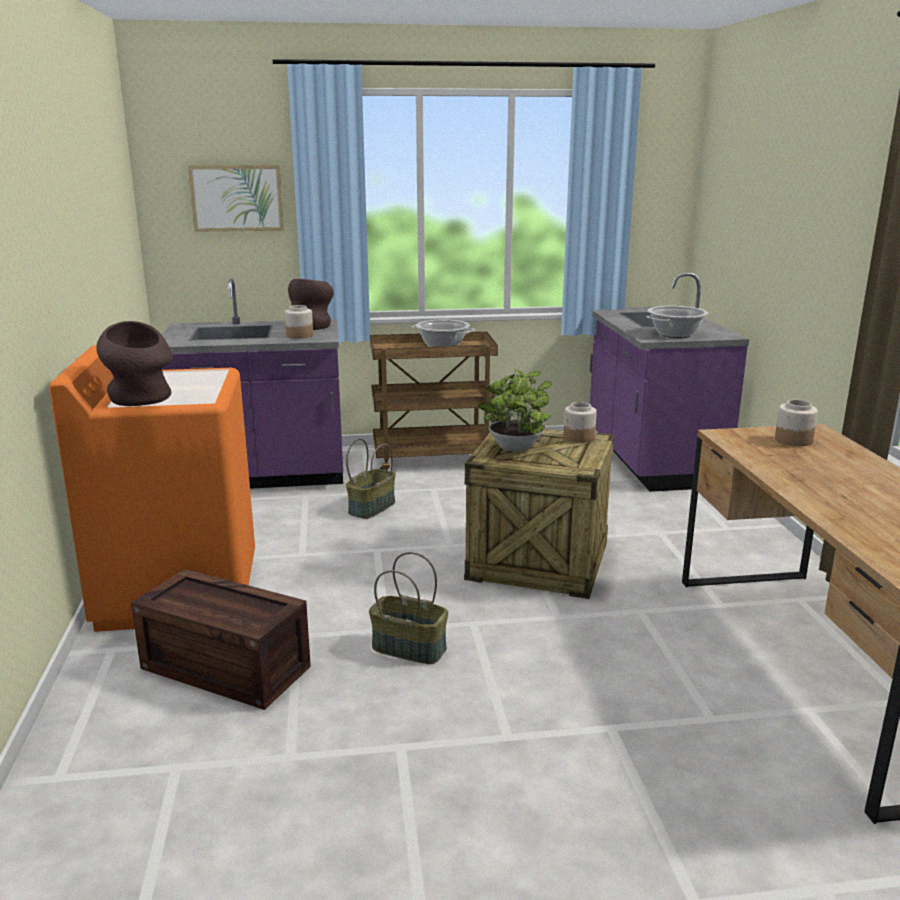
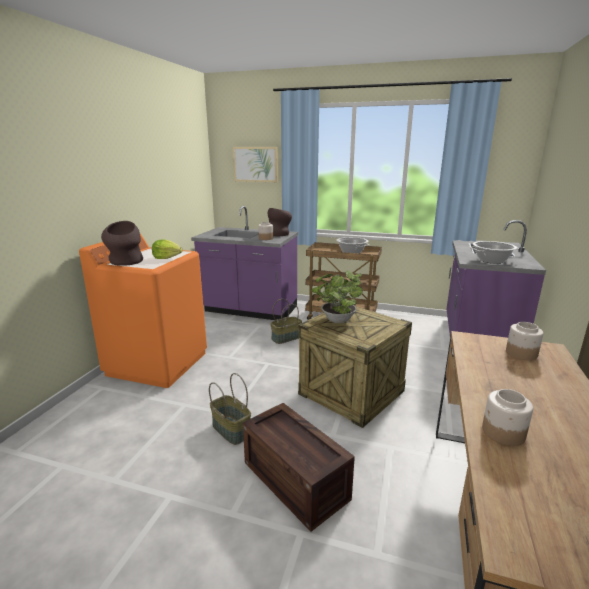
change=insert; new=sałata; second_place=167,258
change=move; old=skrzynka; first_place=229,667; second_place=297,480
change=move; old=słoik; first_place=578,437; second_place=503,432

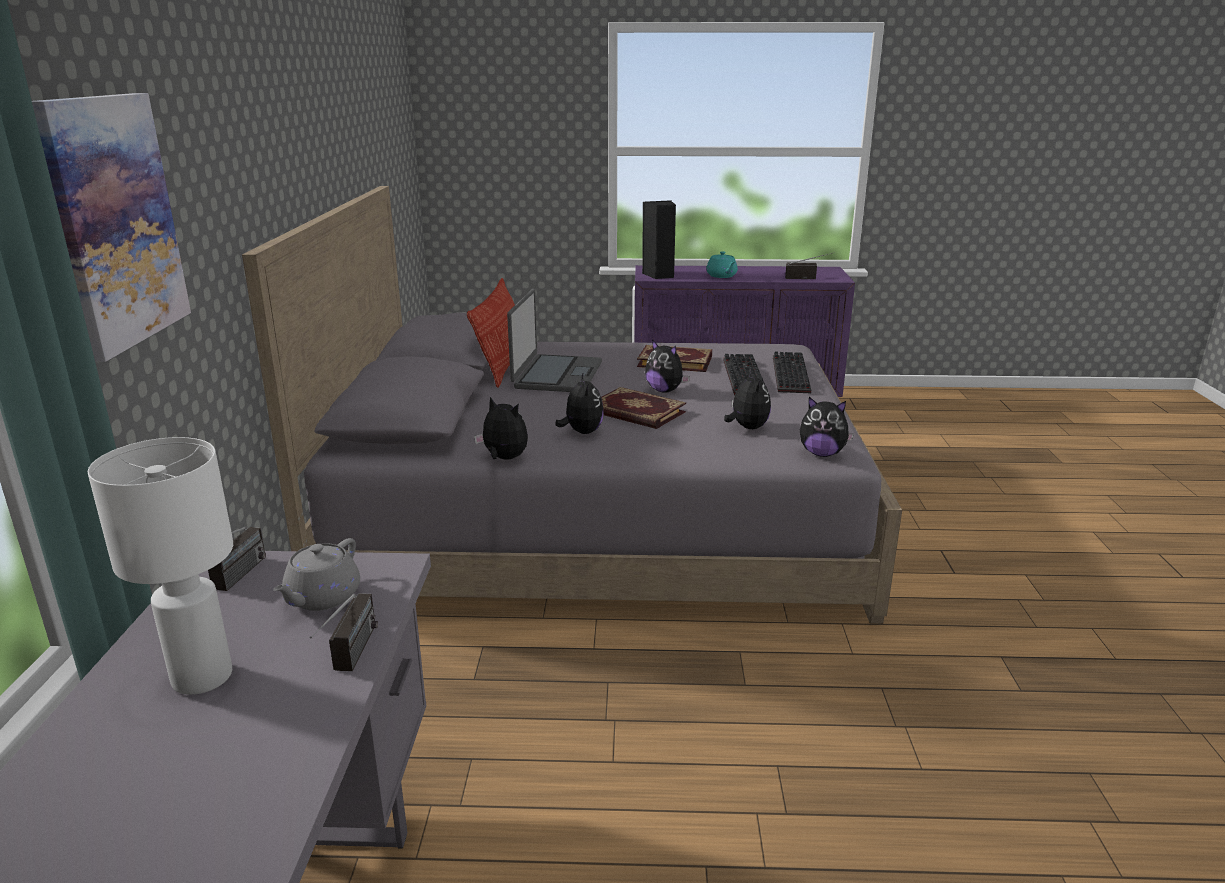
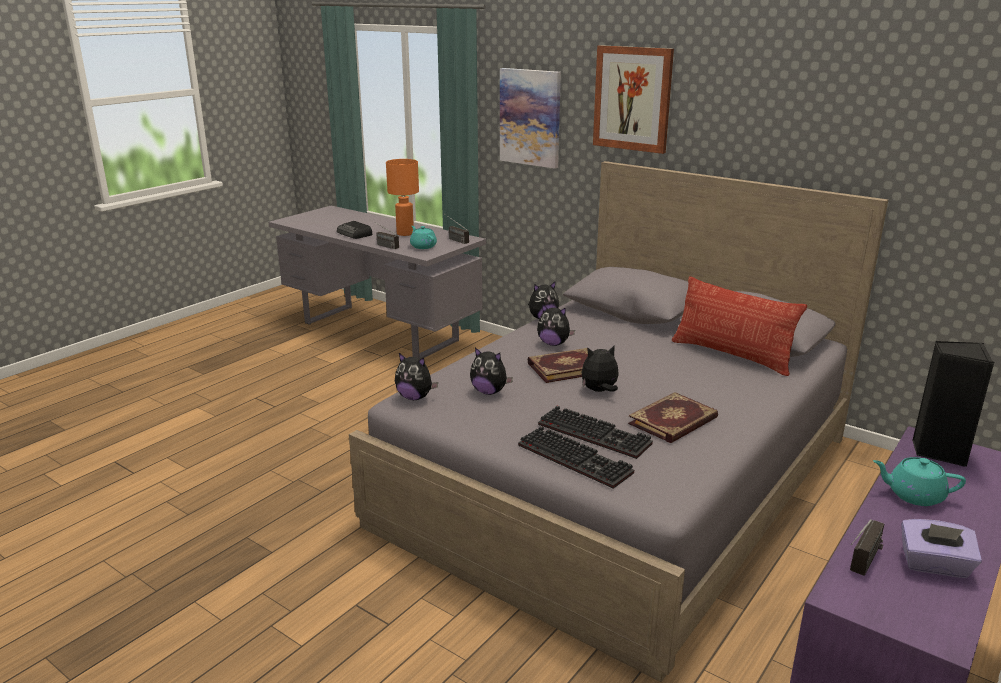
change=delete; old=laptop; first_place=556,375
change=insert; new=radio; second_place=355,234
change=insert; new=obraz; second_place=632,98
change=insert; new=pudełko chusteczek [fioletowy]; second_place=934,565
change=recolor; old=lampa stołowa [biały]; new=lampa stołowa [pomarańczowy]; first_place=204,677; second_place=405,234
change=recolor; old=imbryk [szary]; new=imbryk [turkusowy]; first_place=322,598; second_place=423,246
change=rotate; old=pluszak; first_place=822,453; second_place=415,397; degrees=-120

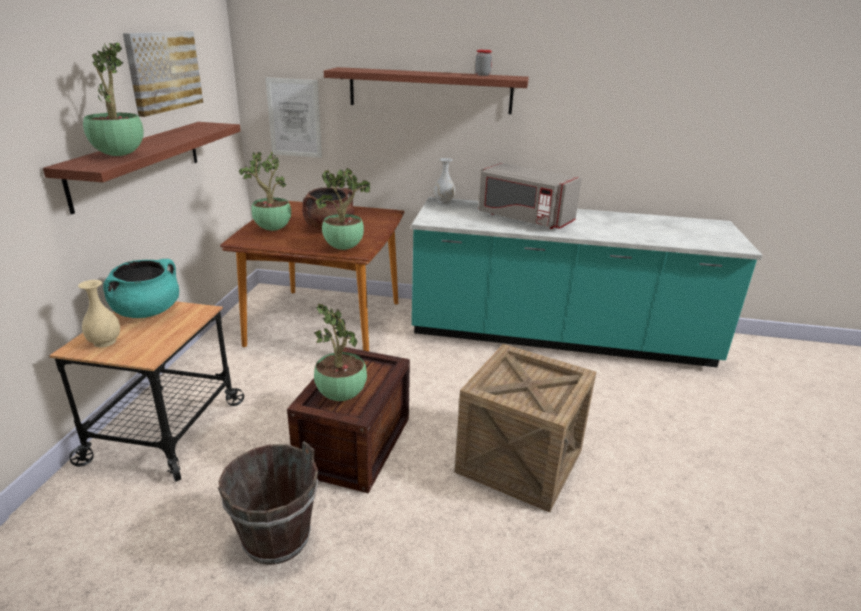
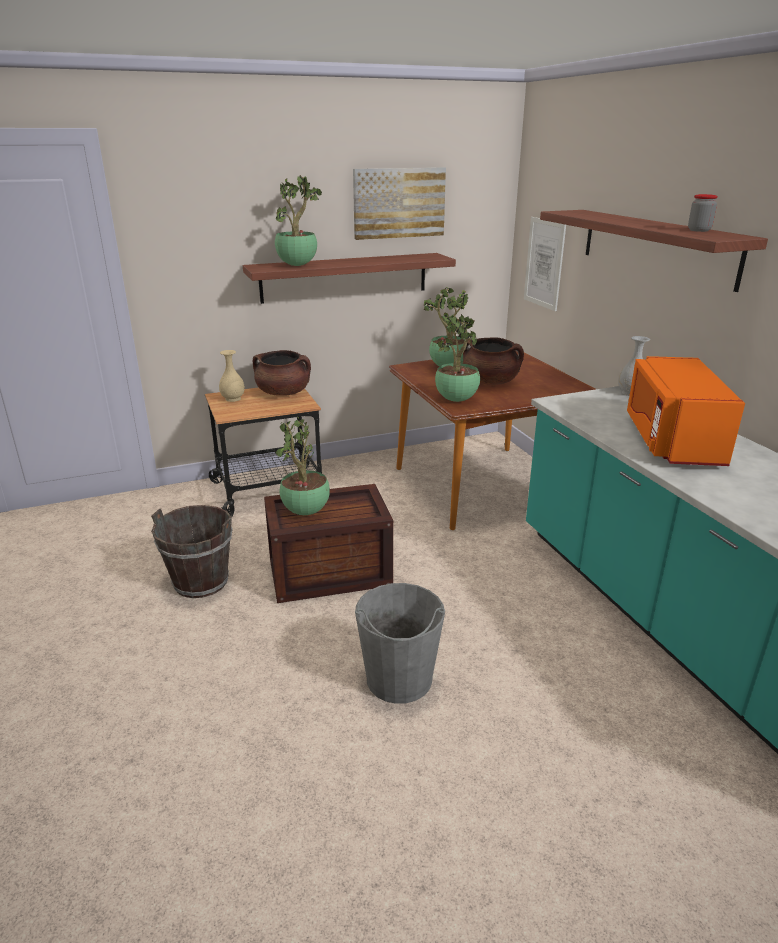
change=replace; old=skrzynka; new=wiadro [szary]; first_place=519,461; second_place=399,679
change=recolor; old=garnek [turkusowy]; new=garnek [brązowy]; first_place=147,312; second_place=283,393
change=recolor; old=mikrofalówka [szary]; new=mikrofalówka [pomarańczowy]; first_place=523,218; second_place=671,440

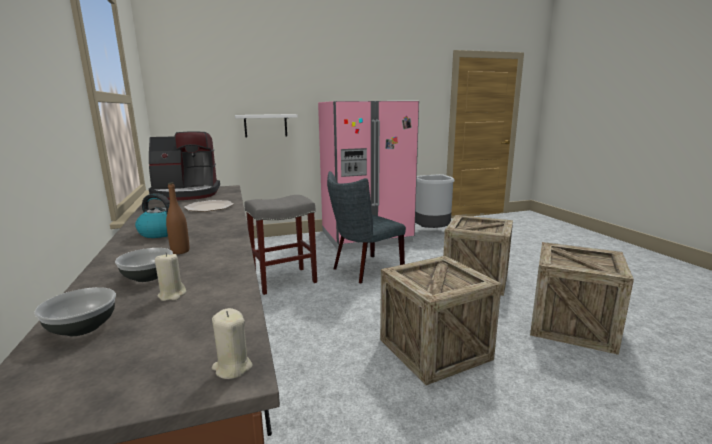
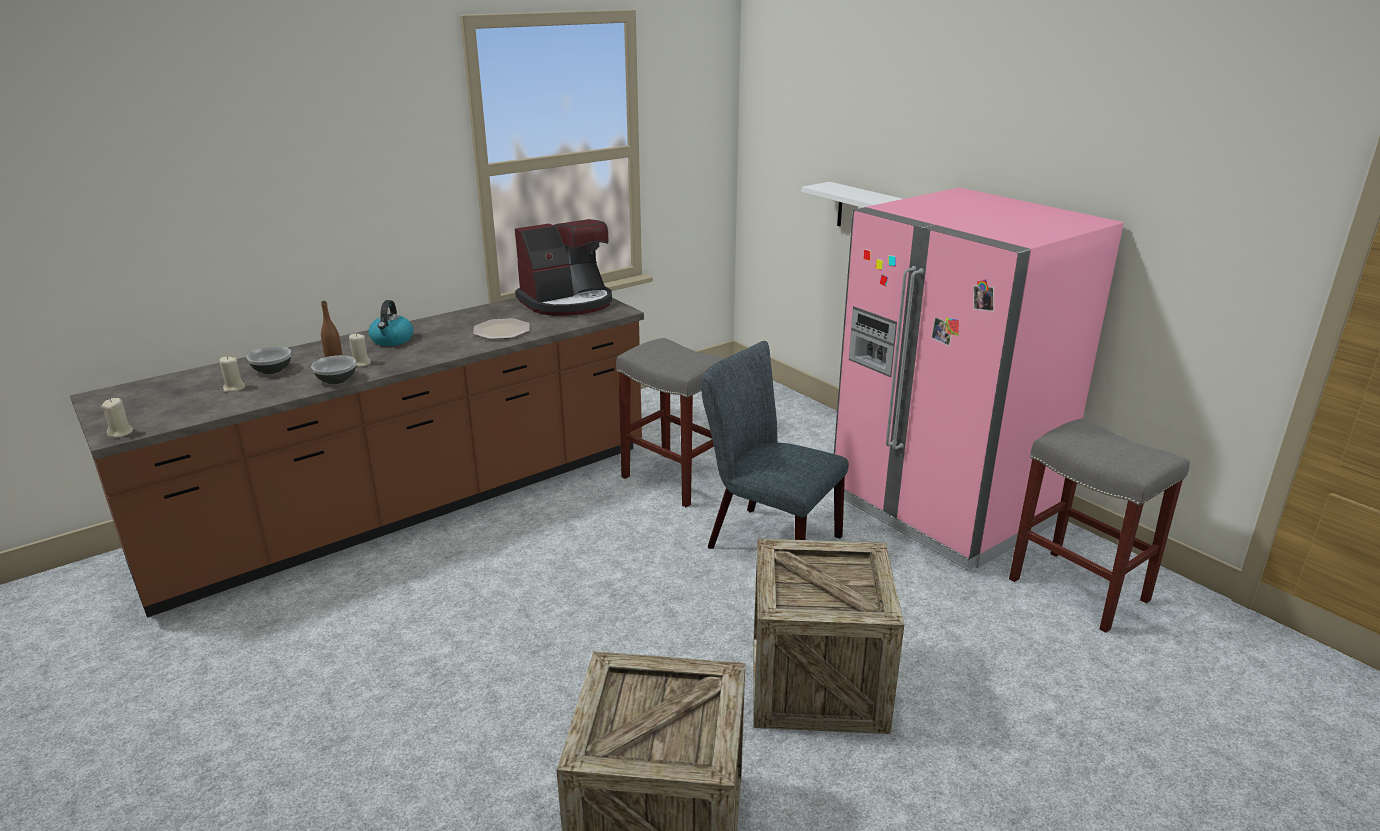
change=delete; old=skrzynka; first_place=434,349
change=insert; new=świeca [beżowy]; second_place=360,363
change=move; old=miska; first_place=81,328; second_place=336,380
change=replace; old=kosz na śmieci [szary]; new=stołek [szary]; first_place=431,232; second_place=1080,590
change=rotate; old=ekspres do kawy; first_place=186,194; second_place=567,302; degrees=-90

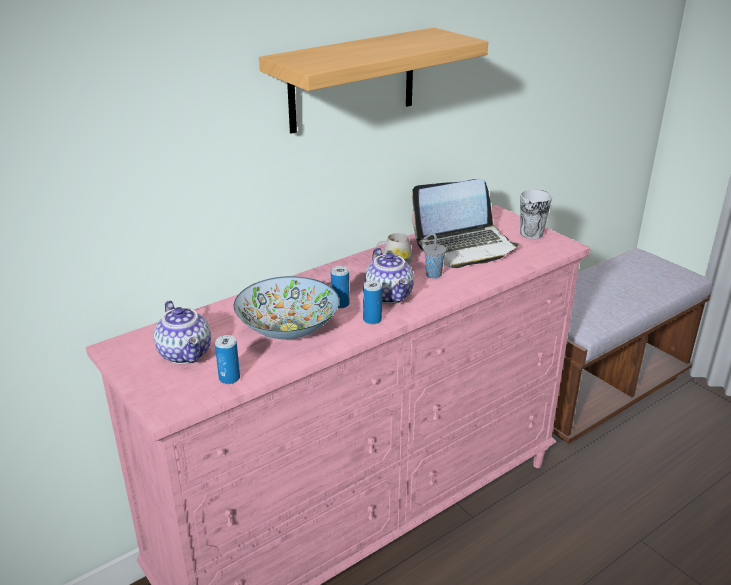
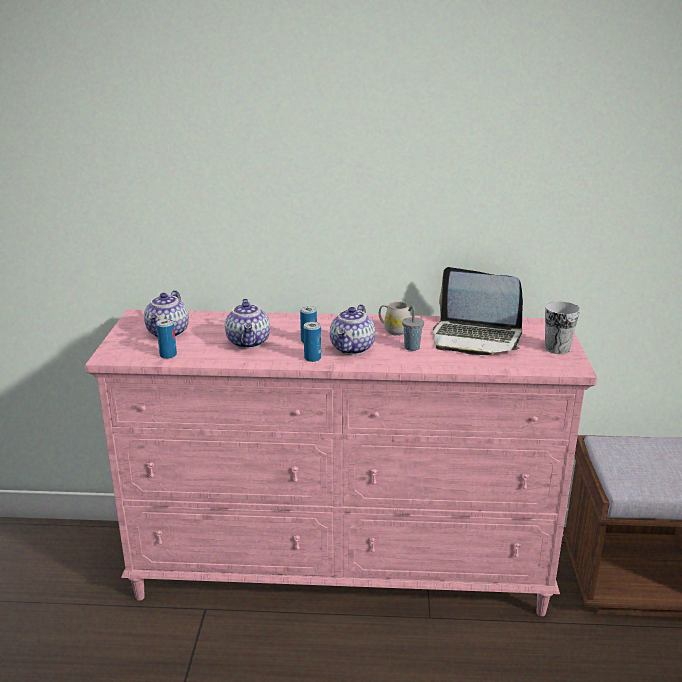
change=delete; old=półka; first_place=352,80
change=replace; old=miska; new=imbryk; first_place=288,329; second_place=249,342

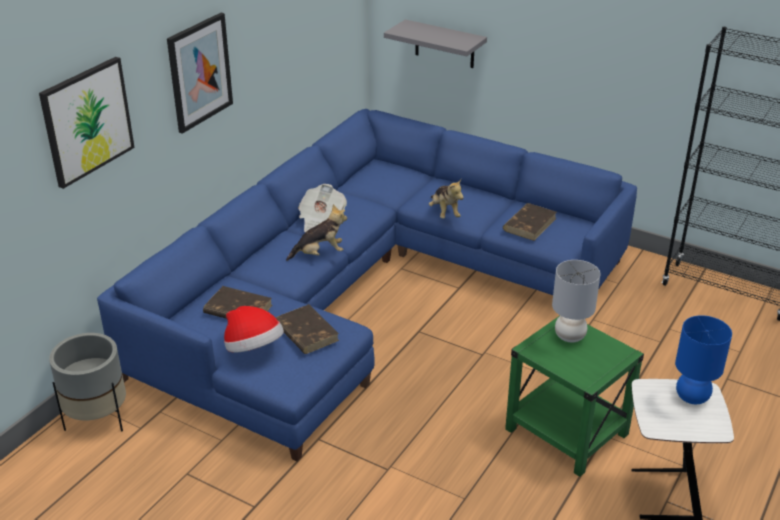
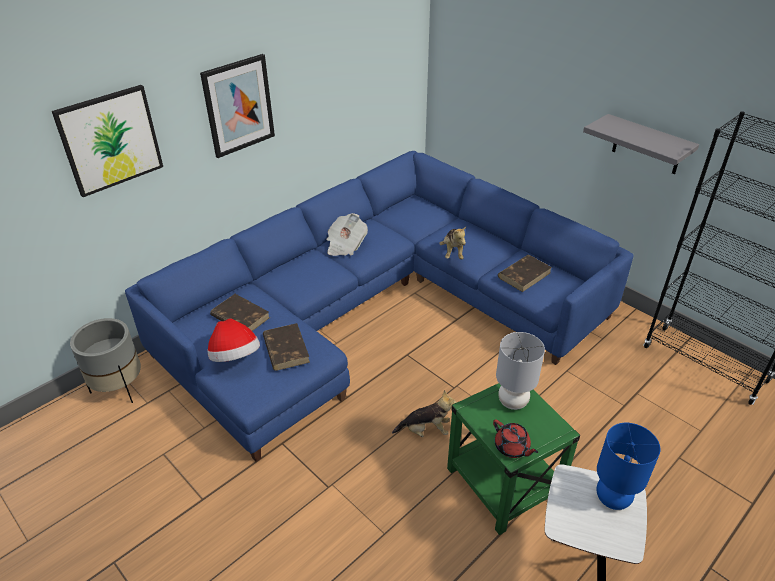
change=insert; new=imbryk [czerwony]; second_place=512,447
change=move; old=pluszak; first_place=319,254; second_place=425,430
change=move; old=półka [szary]; first_place=444,44; second_place=647,145

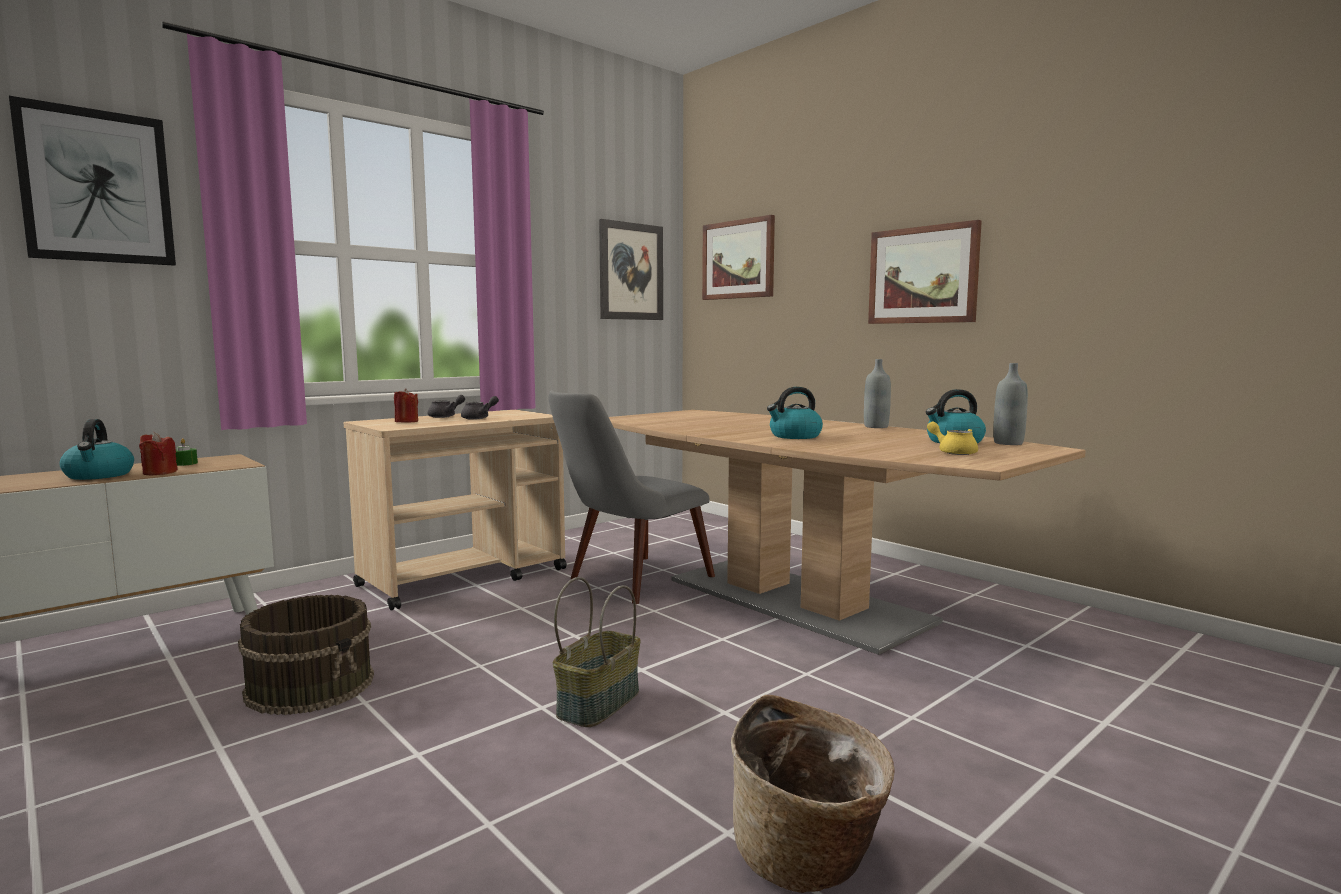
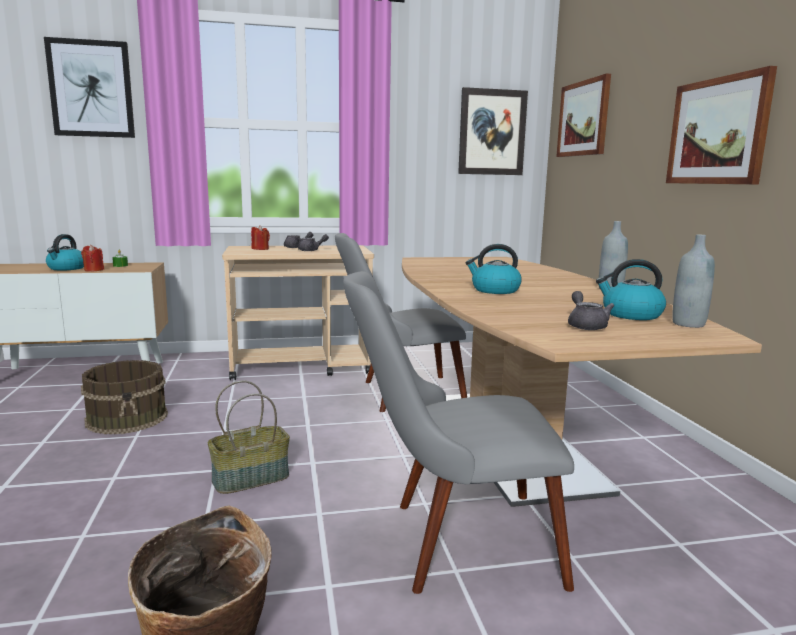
change=insert; new=krzesło [szary]; second_place=451,543
change=recolor; old=imbryk [żółty]; new=imbryk [szary]; first_place=953,452; second_place=586,325

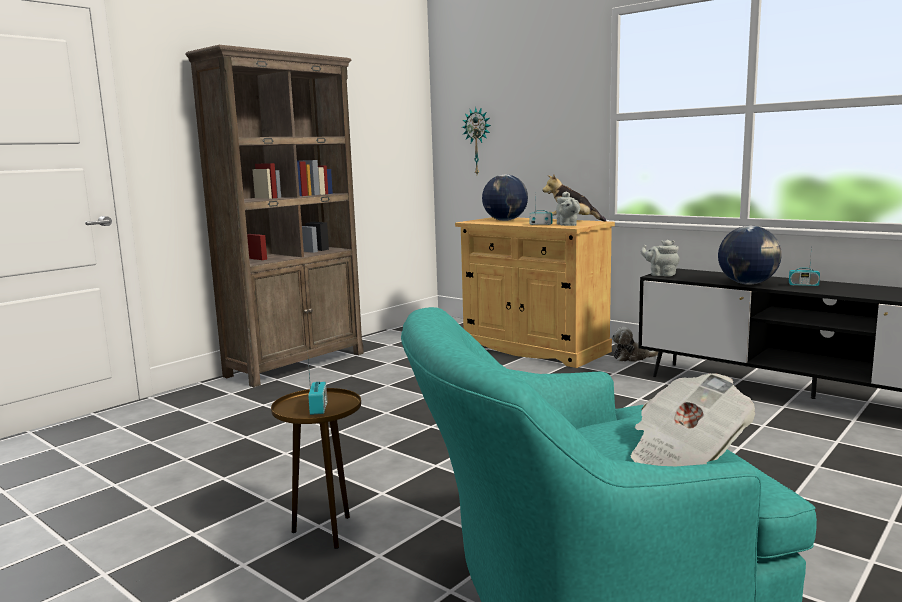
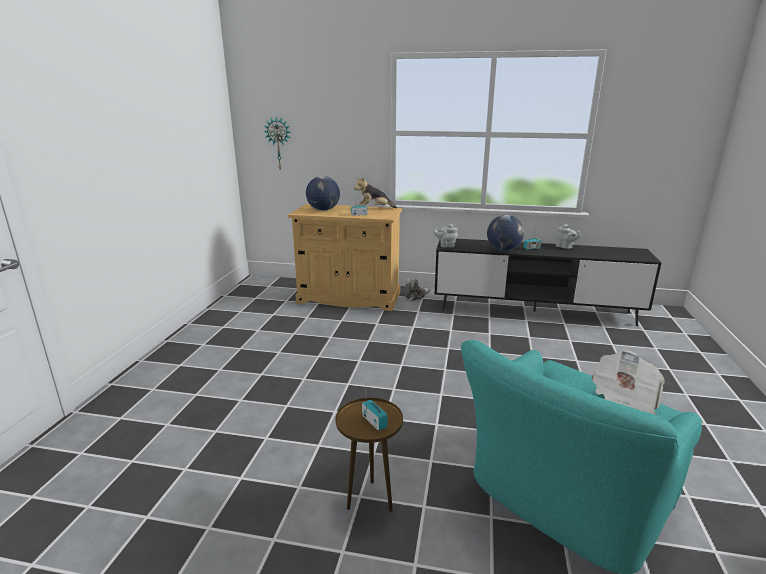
change=delete; old=regał [brązowy]; first_place=297,364
change=move; old=imbryk [szary]; first_place=567,225; second_place=565,247

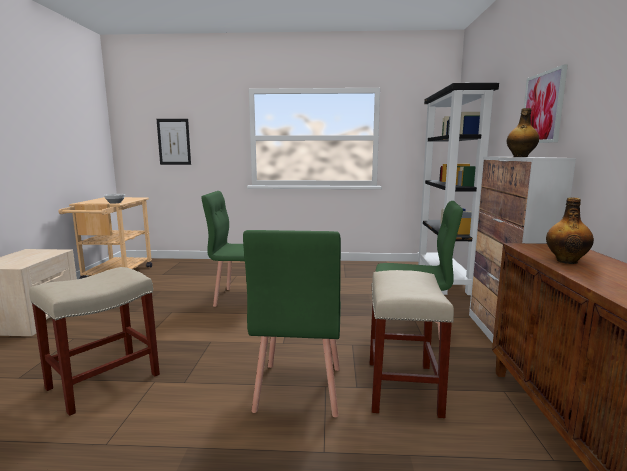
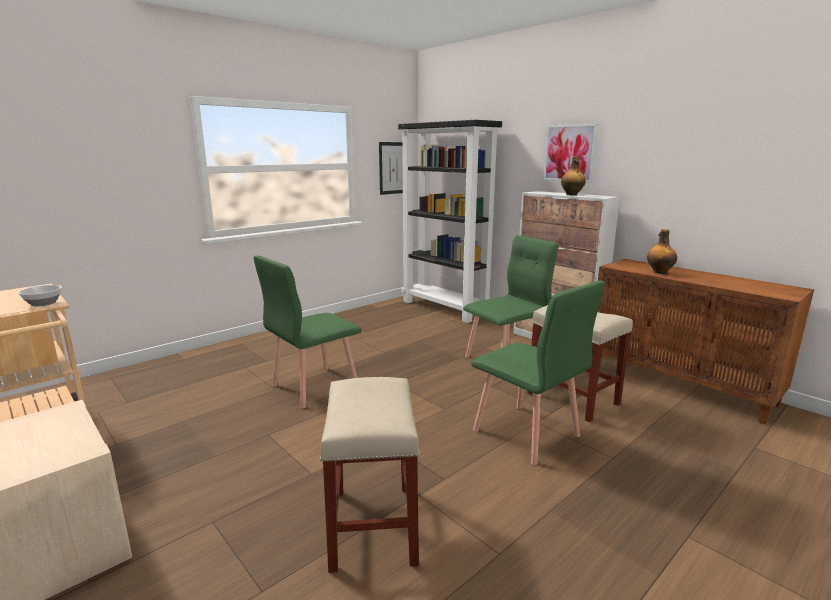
change=move; old=obraz; first_place=174,142; second_place=393,168

